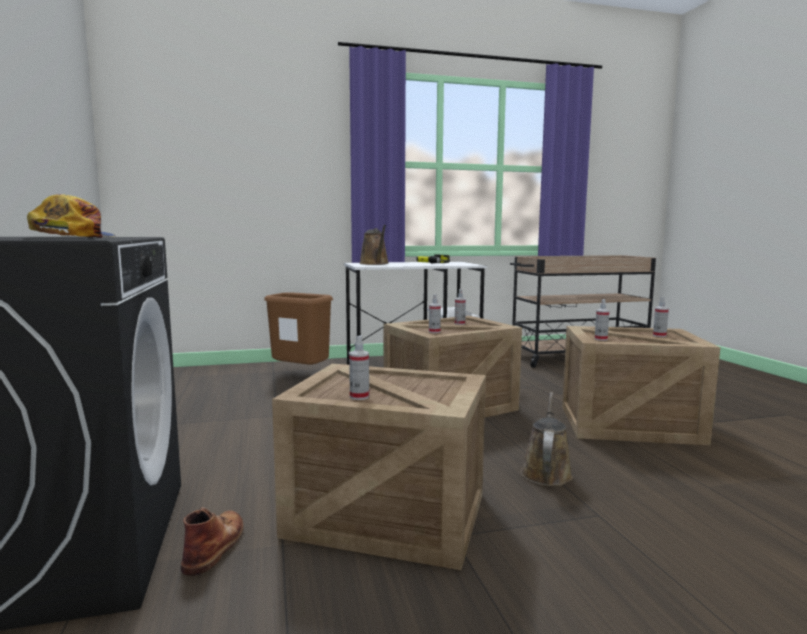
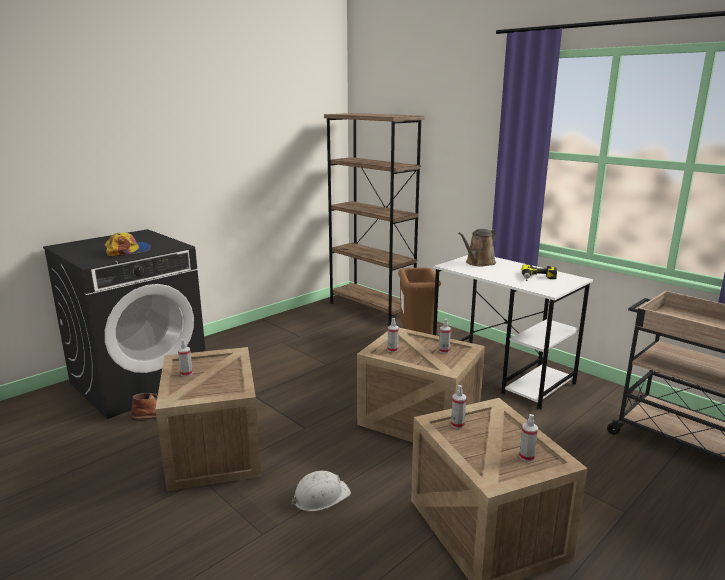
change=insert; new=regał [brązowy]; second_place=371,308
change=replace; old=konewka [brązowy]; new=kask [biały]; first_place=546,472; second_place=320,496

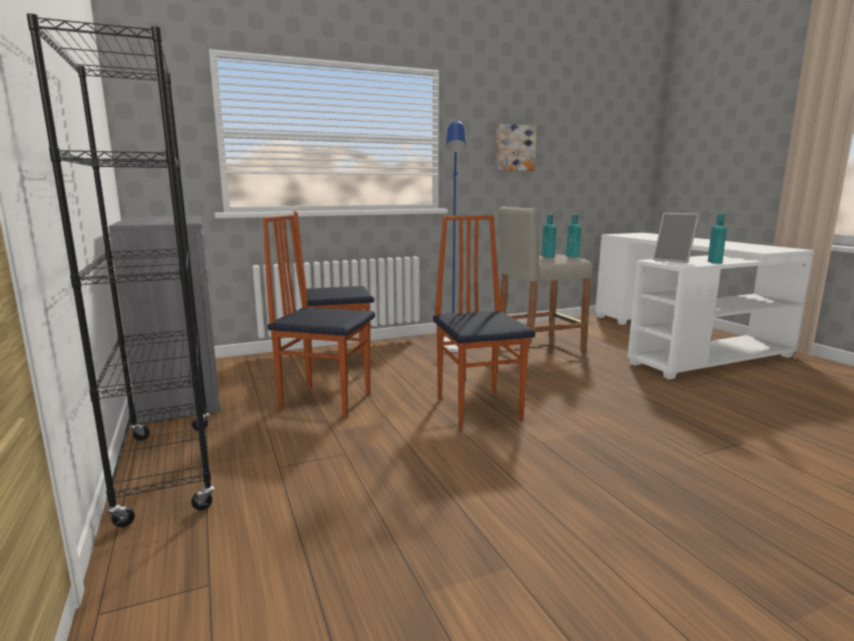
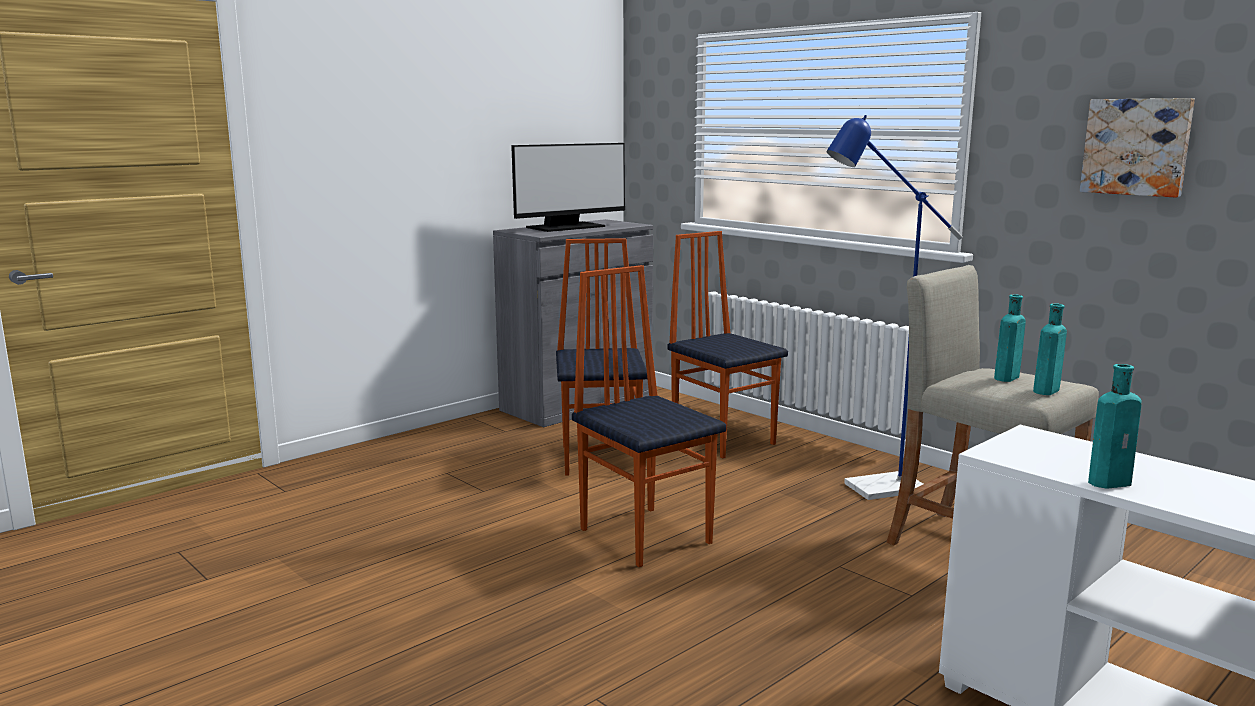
change=delete; old=regał [czarny]; first_place=168,470
change=delete; old=ramka na zdjęcie; first_place=674,260
change=insert; new=monitor; second_place=566,227
change=rotate; old=krzesło; first_place=479,408; second_place=646,535; degrees=-90

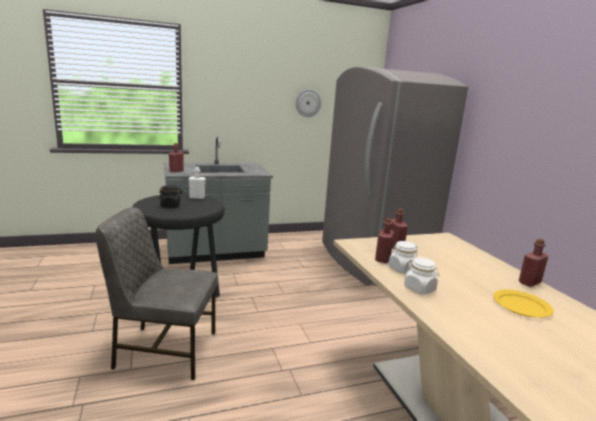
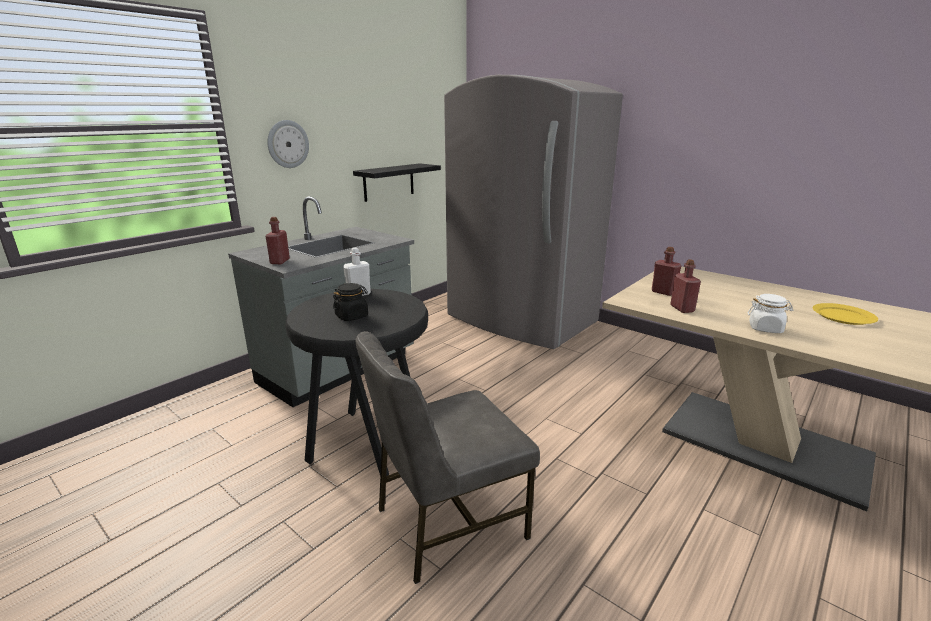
change=delete; old=słoik [biały]; first_place=402,269
change=delete; old=butelka [czerwony]; first_place=529,282
change=insert; new=półka [czarny]; second_place=389,182
change=move; old=zegar ścienny; first_place=308,103; second_place=287,144

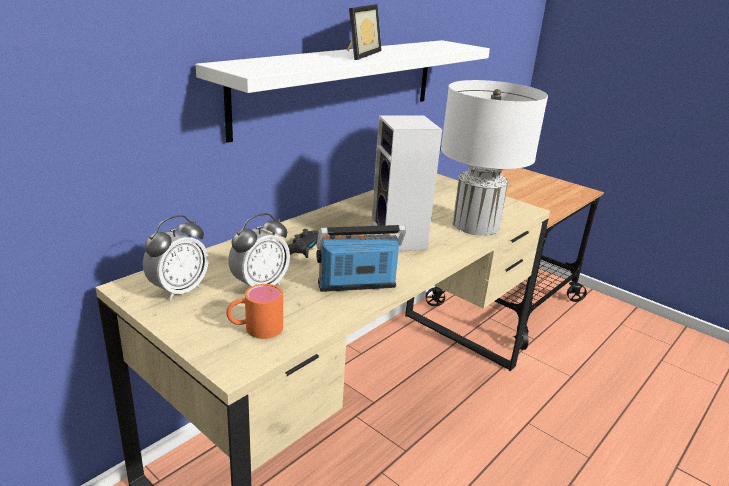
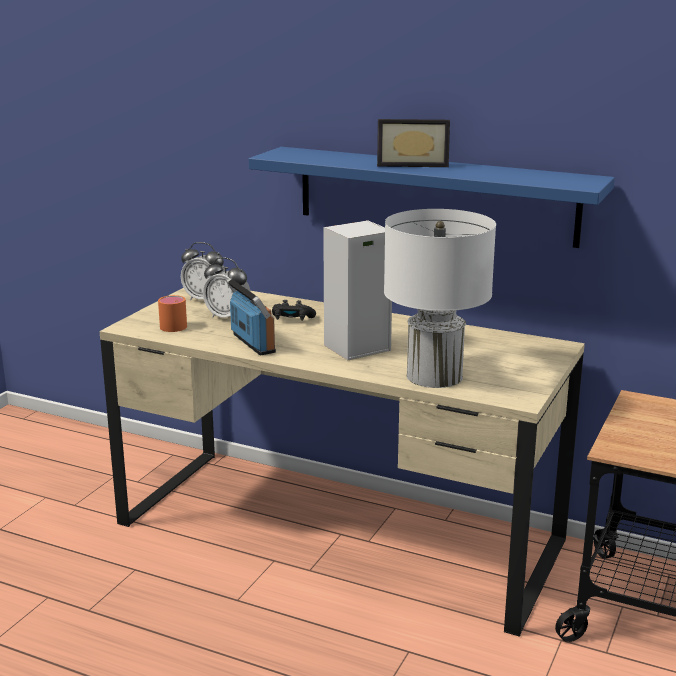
change=recolor; old=półka [biały]; new=półka [niebieski]; first_place=341,84; second_place=435,195

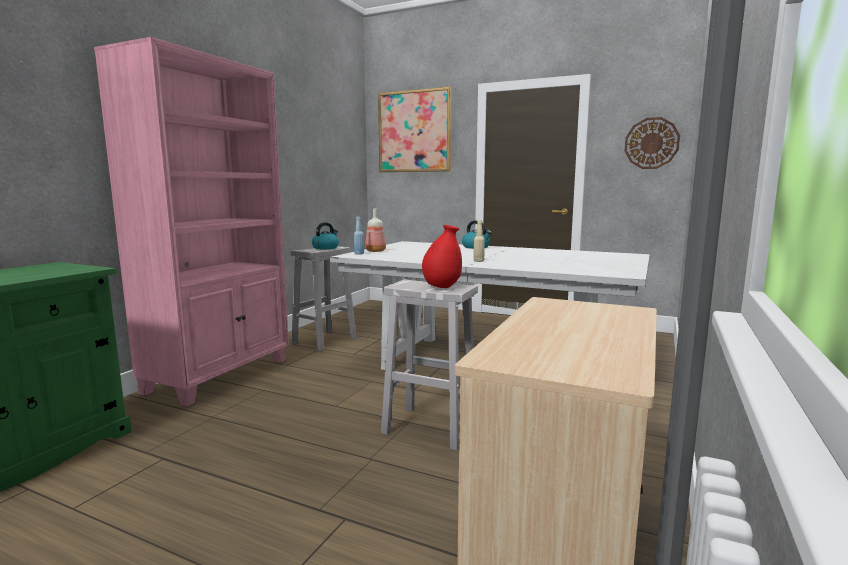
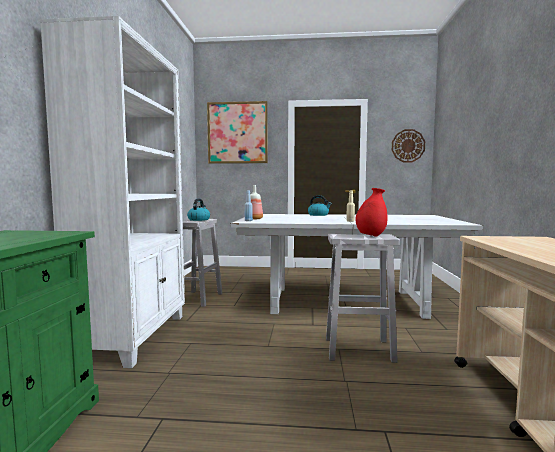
change=recolor; old=regał [różowy]; new=regał [biały]; first_place=220,375; second_place=135,337

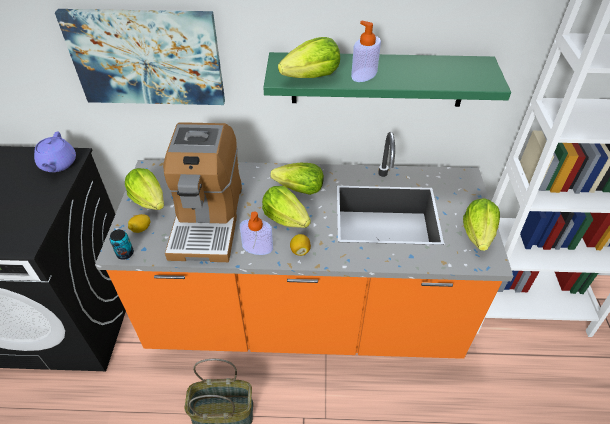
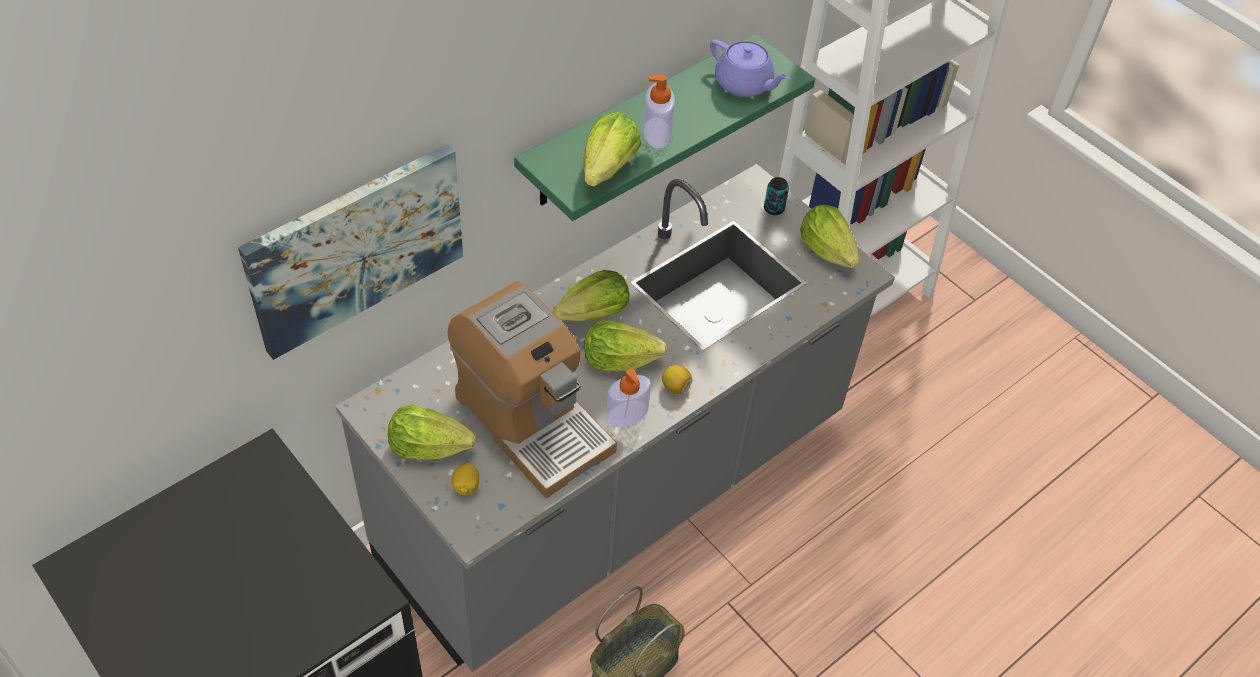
change=move; old=imbryk [fioletowy]; first_place=58,164; second_place=744,84
change=move; old=puszka; first_place=125,253; second_place=773,209
change=recolor; old=zabudowa kuchenna [pomarańczowy]; new=zabudowa kuchenna [szary]; first_place=304,317; second_place=617,491

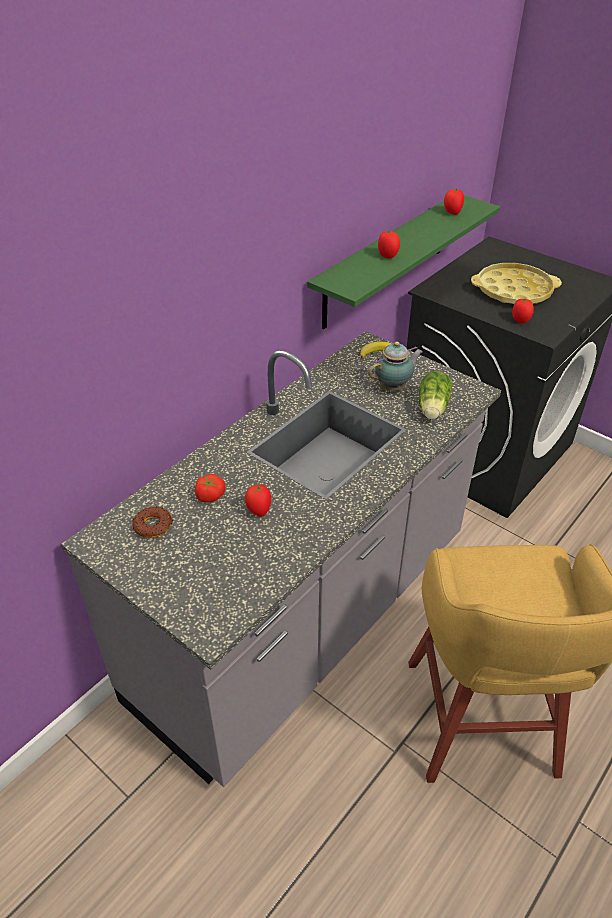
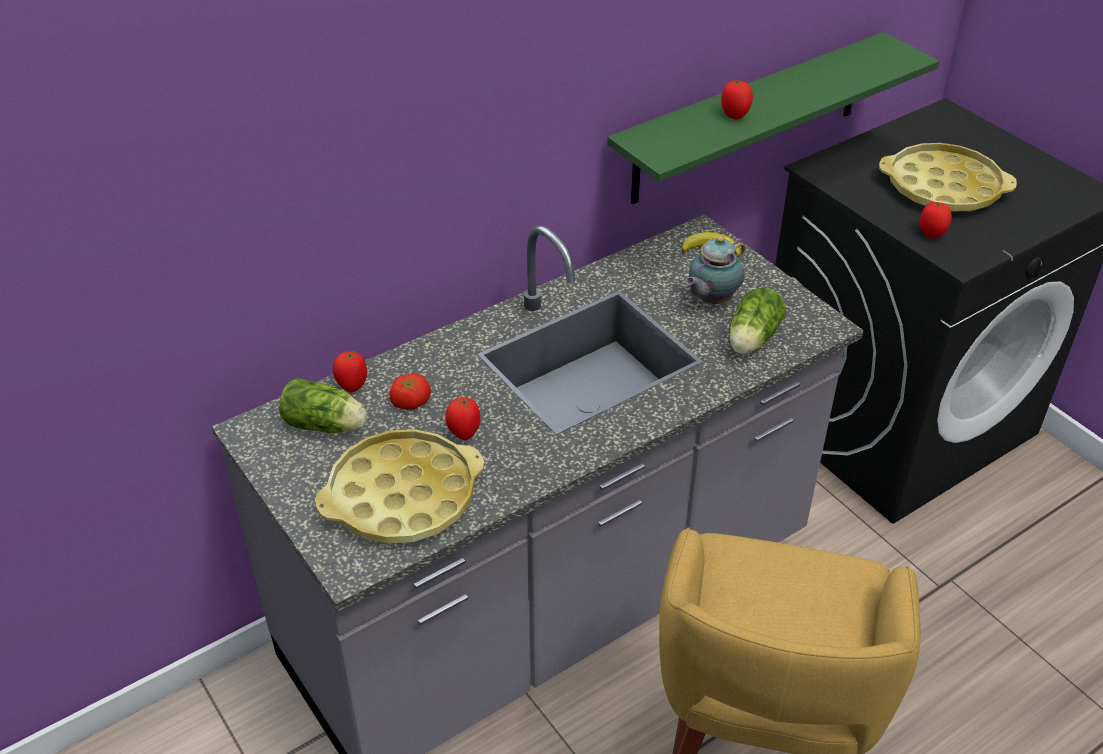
change=insert; new=taca [żółty]; second_place=402,496
change=move; old=pomidor; first_place=452,213; second_place=352,385
change=replace; old=donut; new=sałata; first_place=153,525; second_place=327,426
change=rotate; old=imbryk; first_place=394,387; second_place=711,300; degrees=150

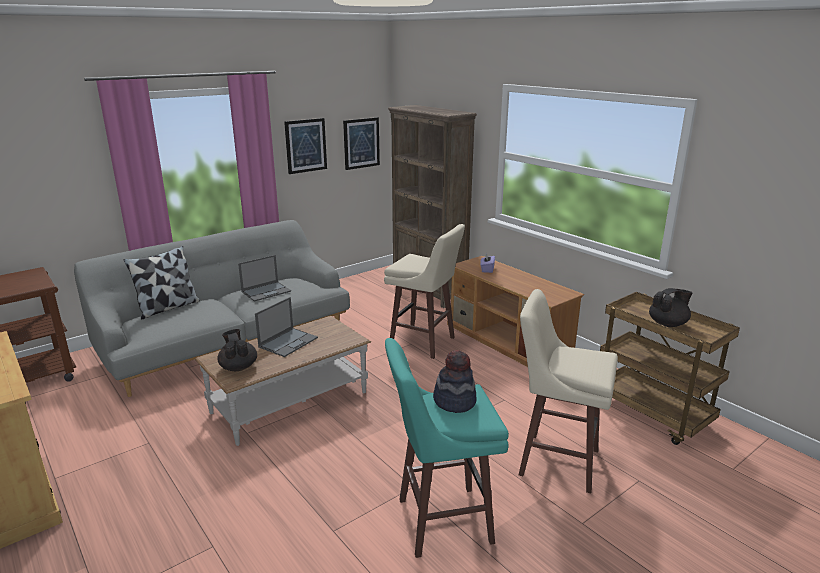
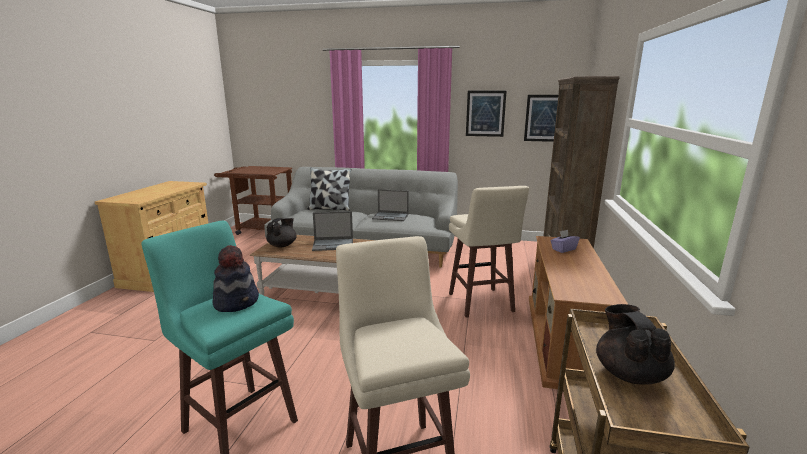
change=rotate; old=imbryk [czarny]; first_place=668,324; second_place=629,373; degrees=-120

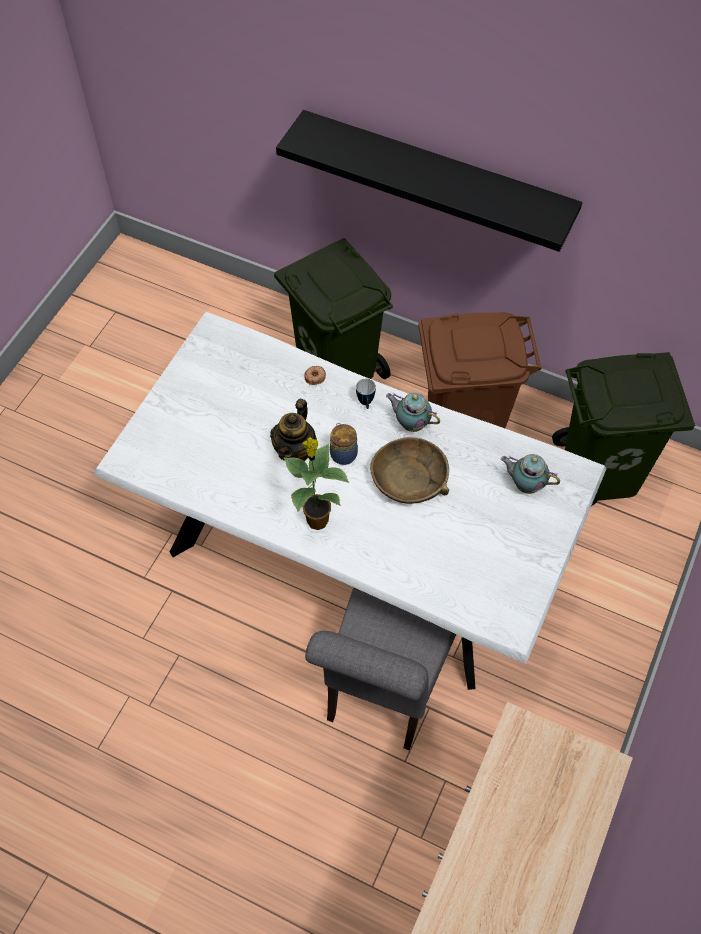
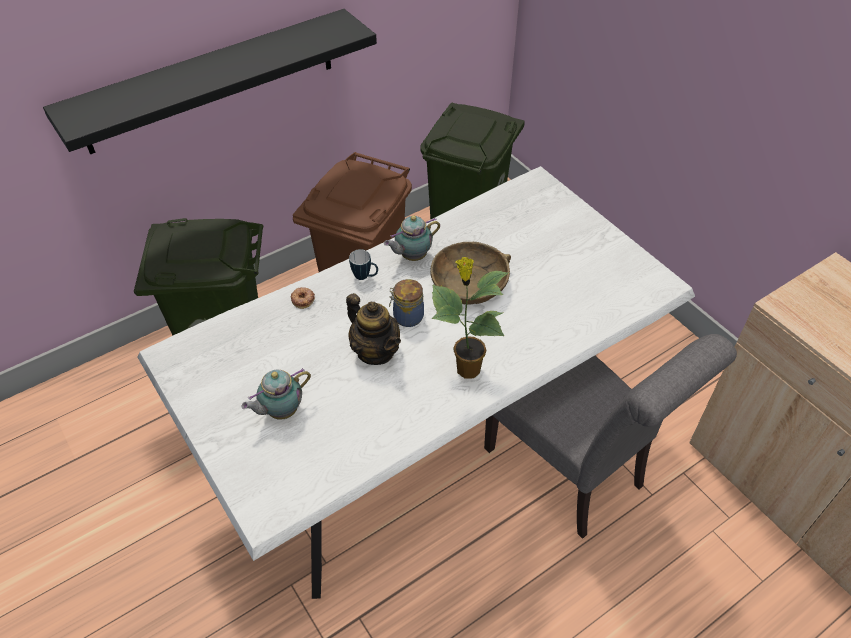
change=move; old=imbryk; first_place=525,484; second_place=280,411

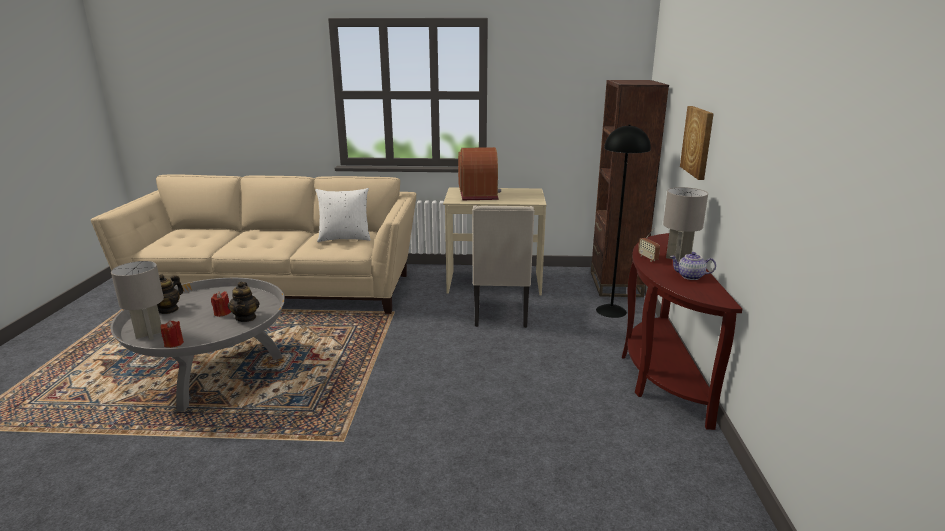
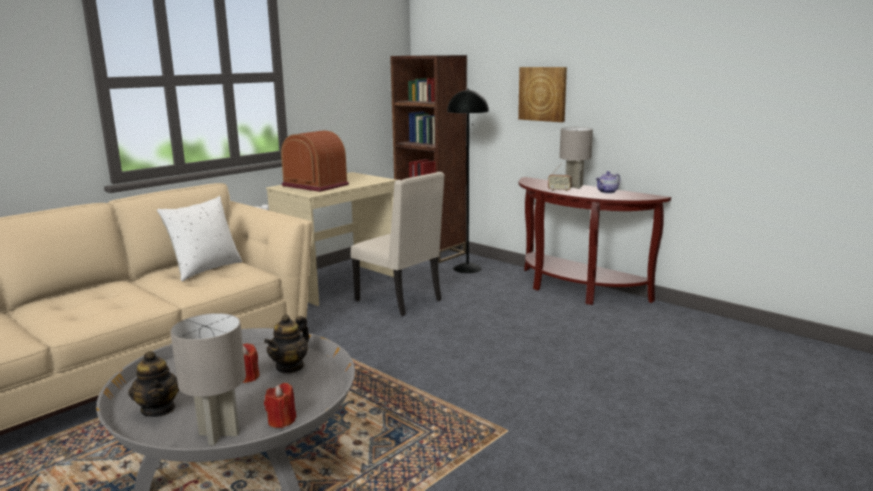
change=rotate; old=imbryk; first_place=246,318; second_place=290,366; degrees=90

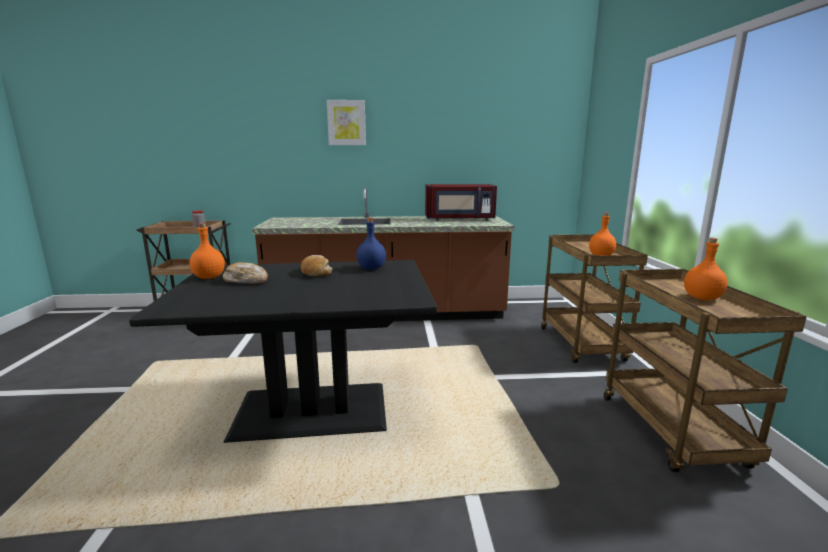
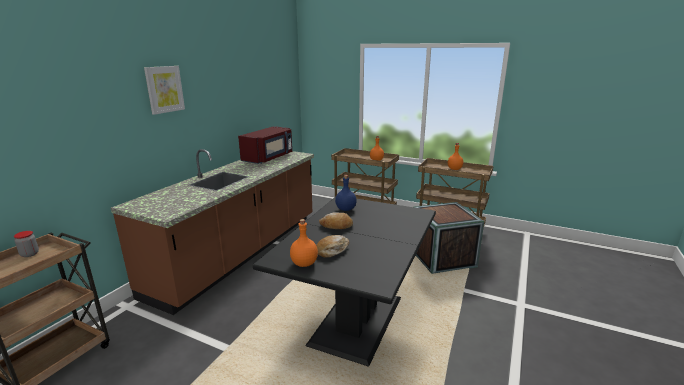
change=insert; new=skrzynka; second_place=442,258

